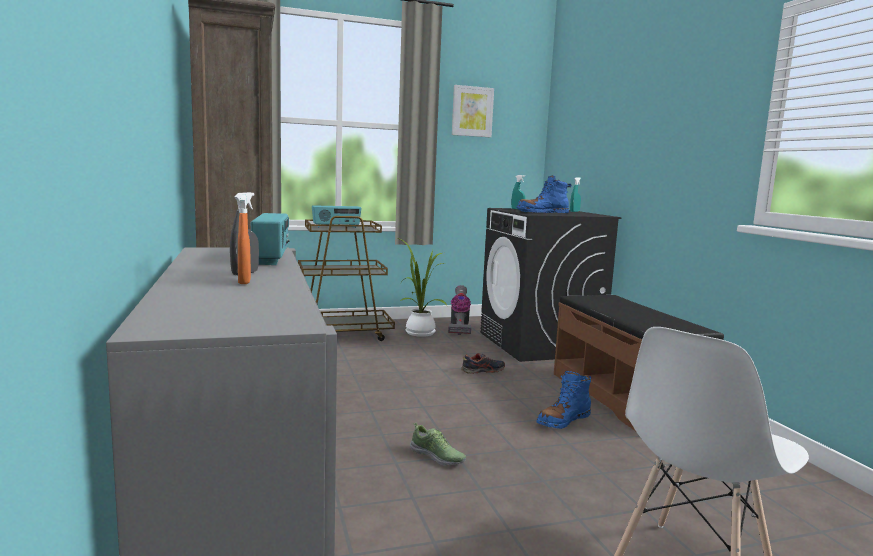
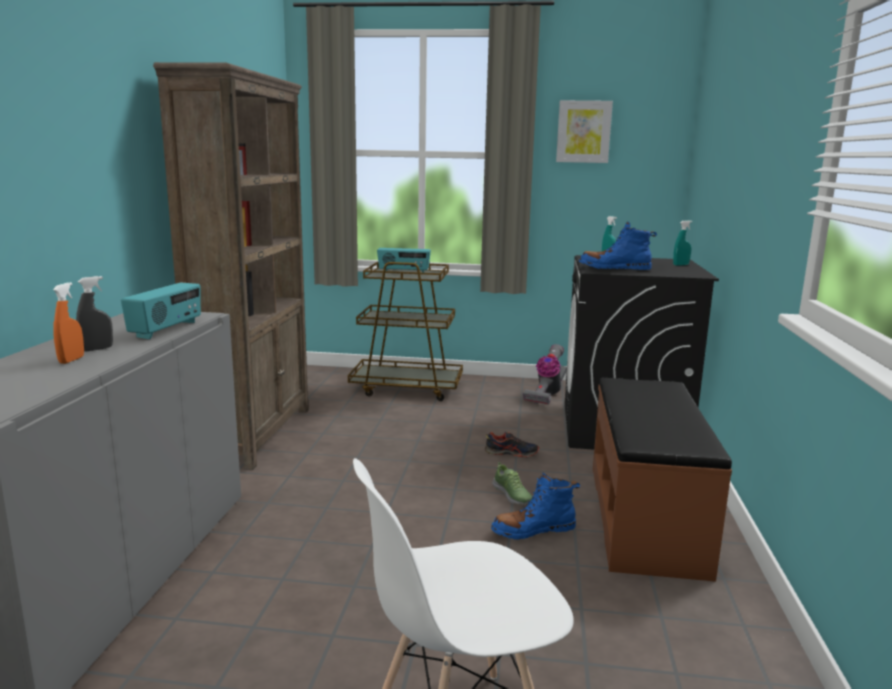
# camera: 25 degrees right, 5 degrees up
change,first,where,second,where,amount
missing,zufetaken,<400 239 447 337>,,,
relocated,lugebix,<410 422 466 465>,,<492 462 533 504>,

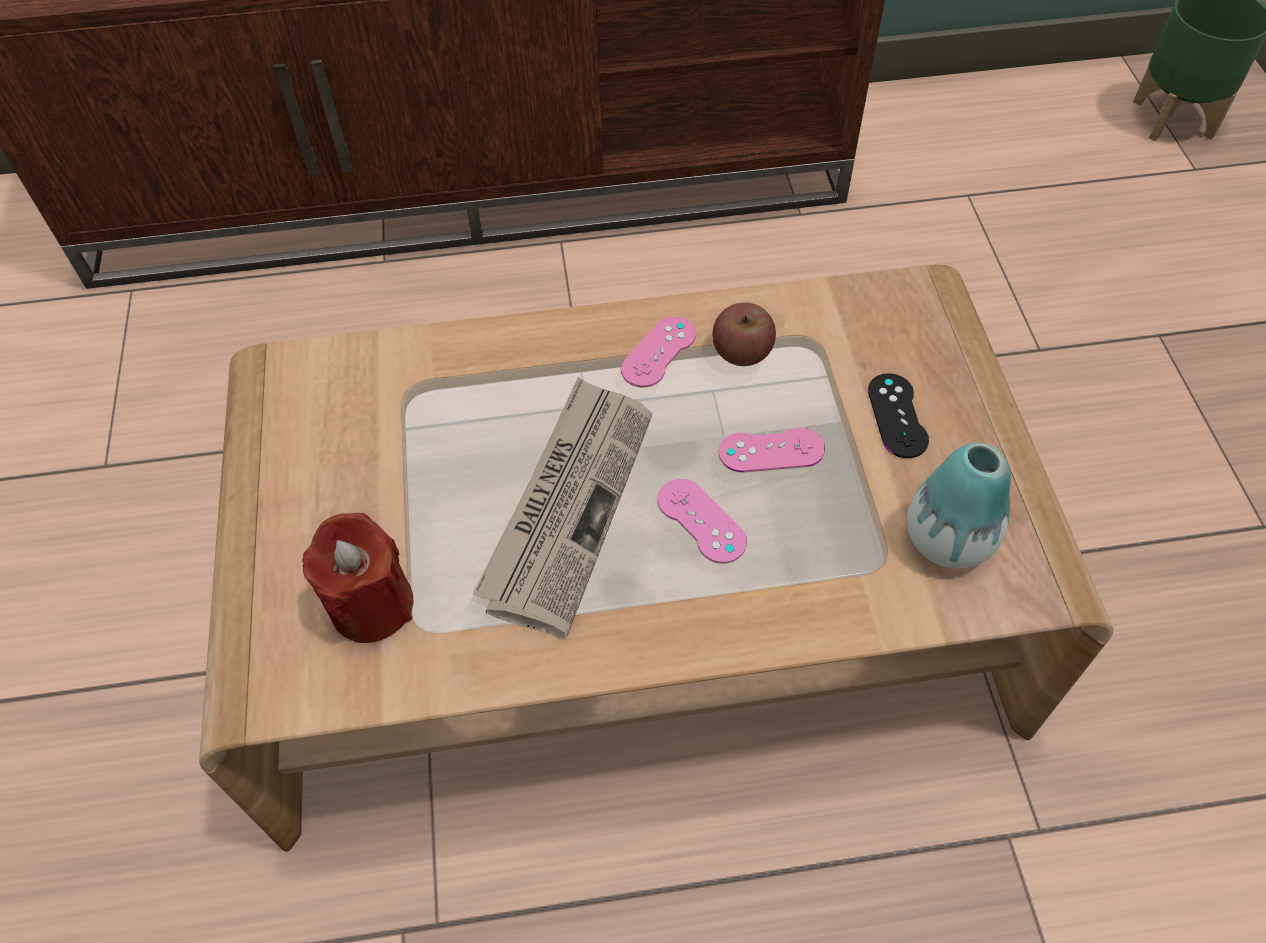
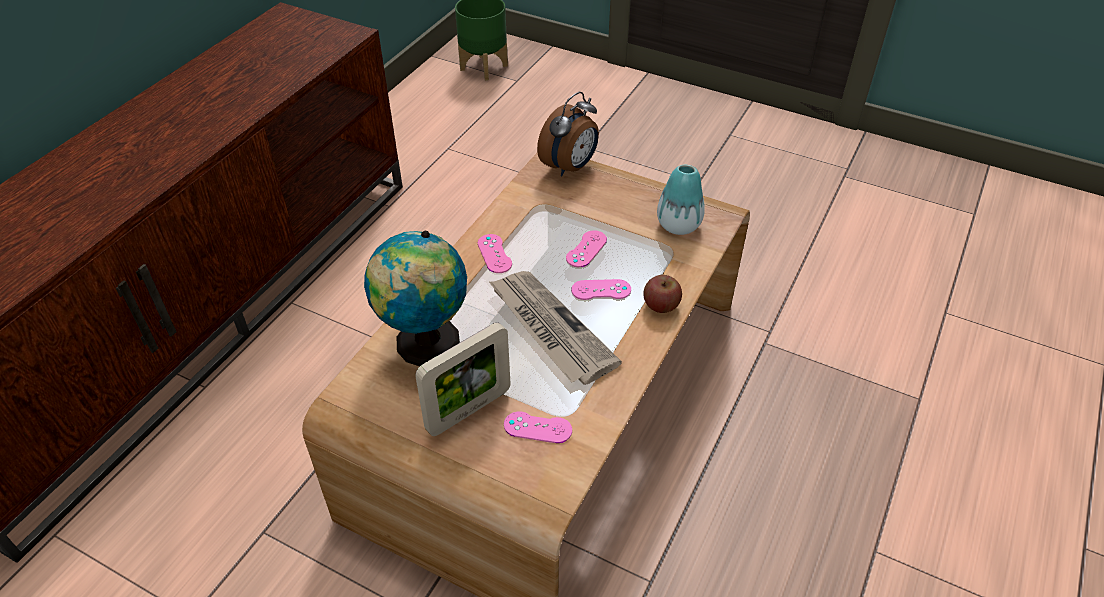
# camera: 55 degrees left, 10 degrees down
change,first,where,second,where,amount
missing,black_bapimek,<868 373 929 458>,,,
appeared,,,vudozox,<364 231 467 366>,
appeared,,,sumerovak,<415 322 511 436>,
appeared,,,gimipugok,<537 92 599 176>,
relocated,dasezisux,<712 302 776 366>,,<643 275 682 313>,
exchanged,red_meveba,<302 513 413 643>,pink_bapimek,<504 412 572 443>,

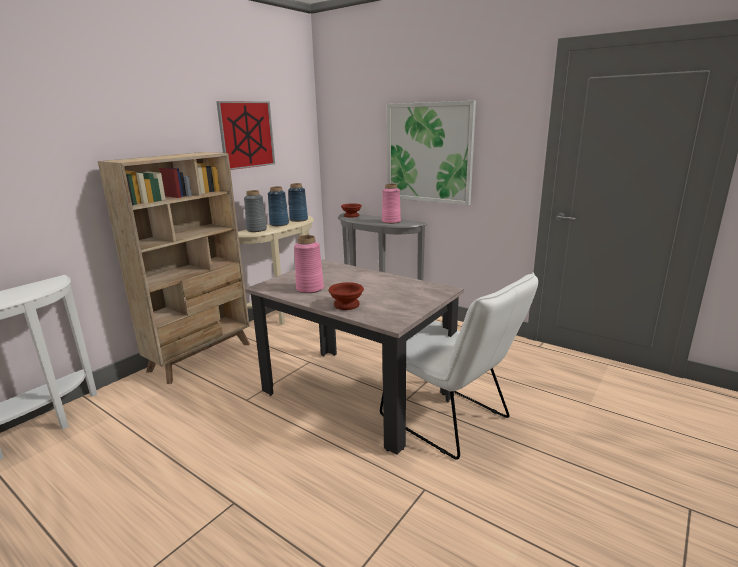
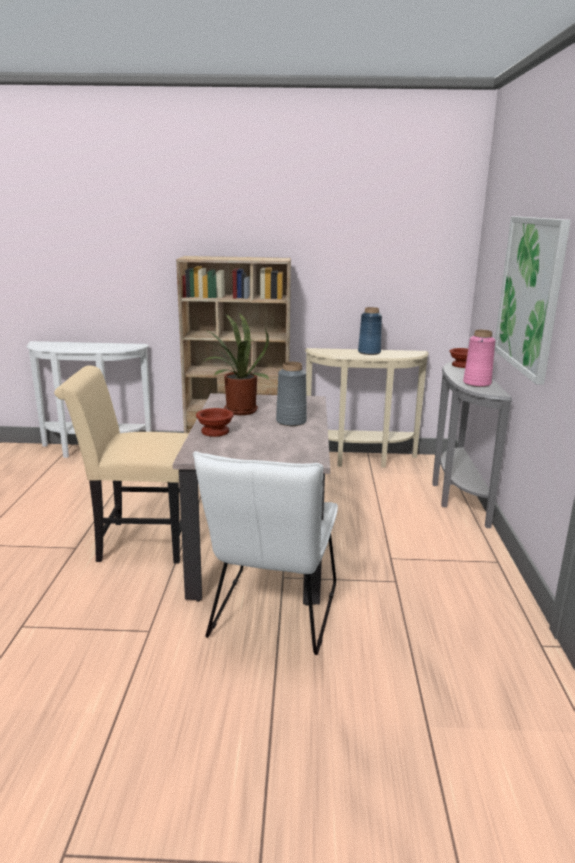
# camera: 55 degrees right, 0 degrees up
change,first,where,second,where,amount
missing,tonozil,<216 101 275 170>,,,
missing,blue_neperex,<288 183 308 222>,,,
appeared,,,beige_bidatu,<54 365 188 564>,
relocated,grey_neperex,<244 190 267 232>,,<276 362 307 426>,
exchanged,pink_neperex,<294 235 324 293>,zufetaken,<204 313 269 415>,

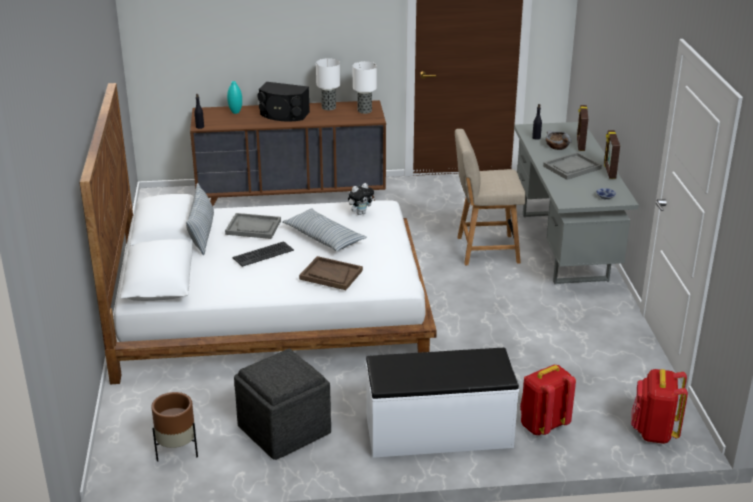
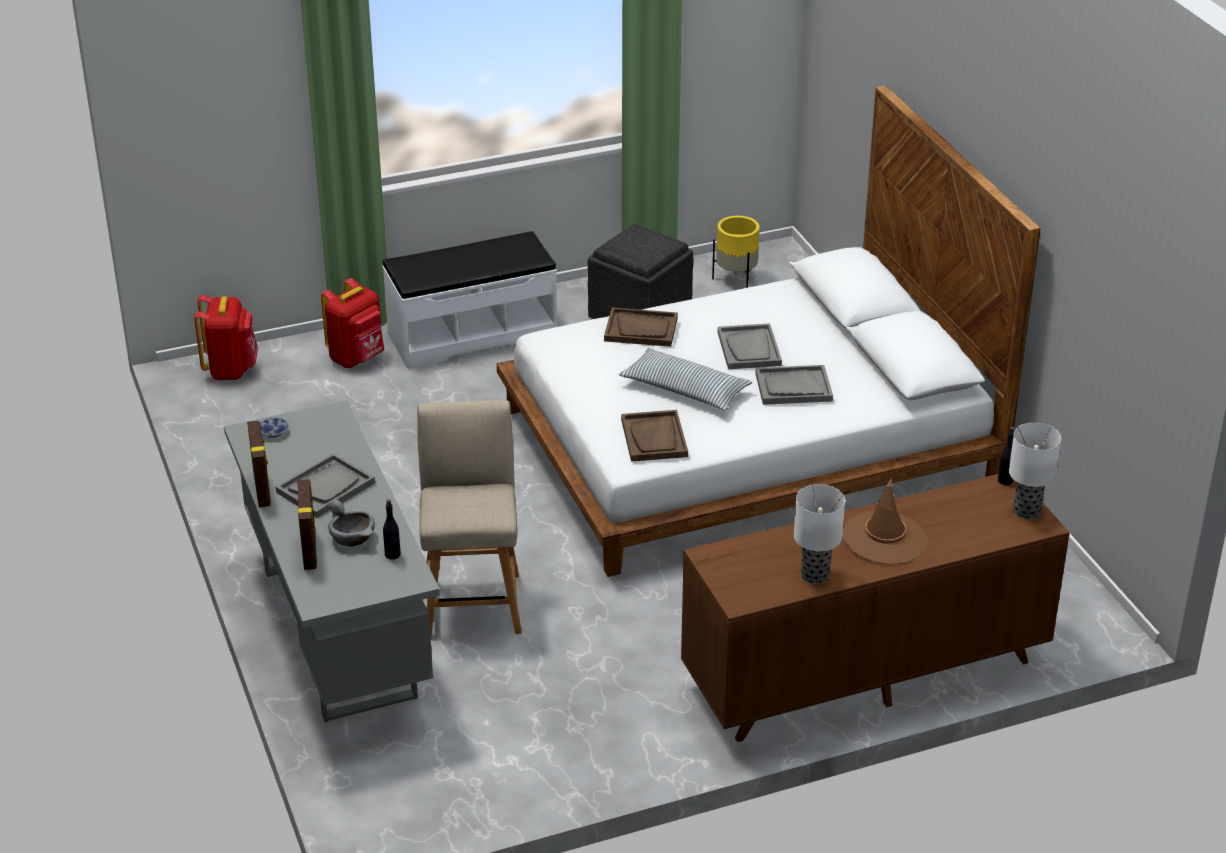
# camera: 165 degrees right, 5 degrees up
change,first,where,second,where,amount
missing,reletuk,<186 183 214 255>,,,
missing,turquoise_neperex,<227 81 242 114>,,,
relocated,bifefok,<353 61 377 114>,,<1009 423 1061 519>,
exchanged,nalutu,<233 241 294 267>,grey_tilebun,<718 323 782 369>,
exchanged,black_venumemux,<258 82 310 122>,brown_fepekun,<842 479 928 564>,
exchanged,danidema,<348 183 374 215>,brown_tilebun,<621 410 688 462>,
colour,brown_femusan,<151 392 198 462>,yellow_femusan,<712 216 760 288>,
spun,beige_bidatu,<455 129 525 265>,,<417 400 522 638>,75 degrees counterclockwise

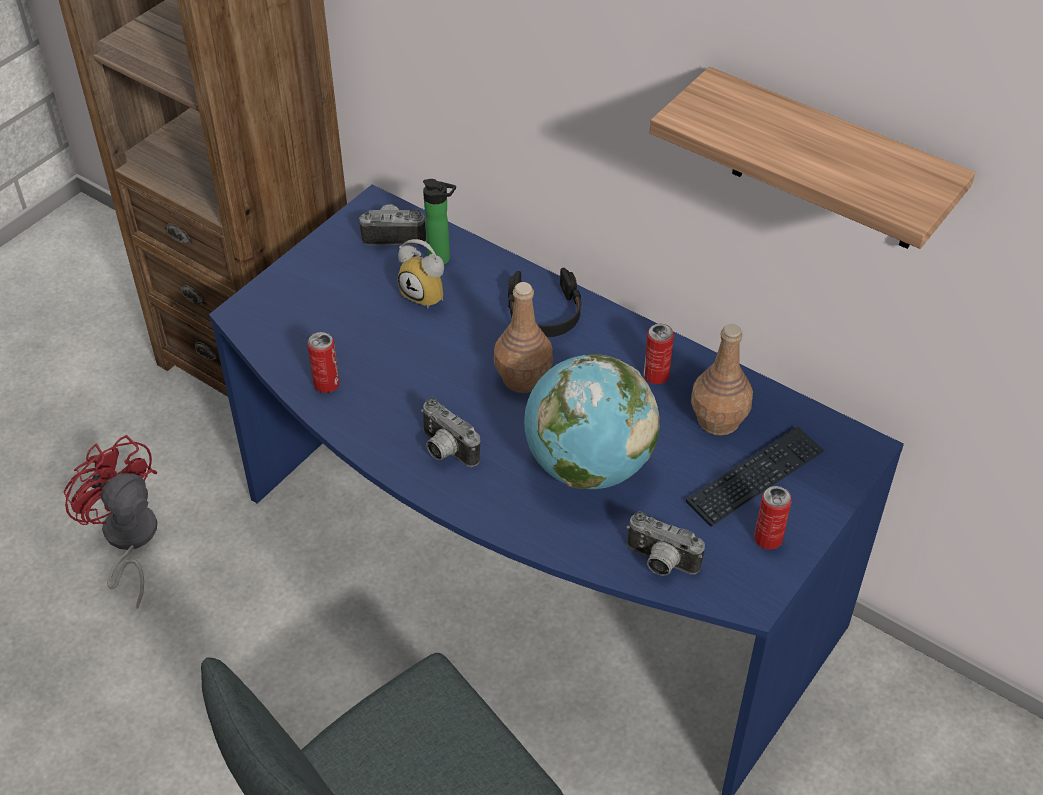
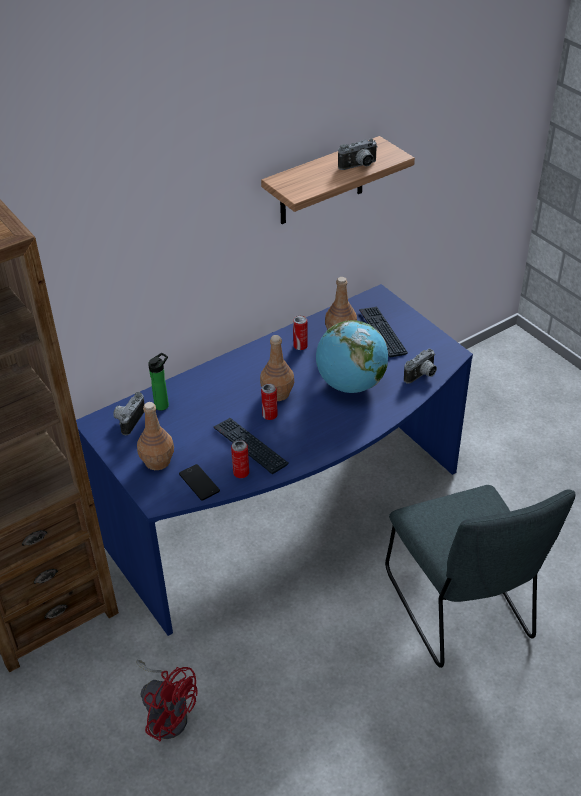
# camera: 70 degrees left, 5 degrees down
change,first,where,second,where,amount
missing,gimipugok,<398 239 444 309>,,,
missing,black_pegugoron,<508 268 581 338>,,,
appeared,,,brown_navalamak,<137 402 174 470>,
appeared,,,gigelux,<179 464 220 501>,
appeared,,,nalutu,<214 418 288 474>,
relocated,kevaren,<421 398 481 467>,,<338 138 378 170>,
relocated,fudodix,<754 486 792 549>,,<261 383 278 420>,
spun,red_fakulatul,<63 435 157 609>,,<136 660 198 741>,120 degrees counterclockwise

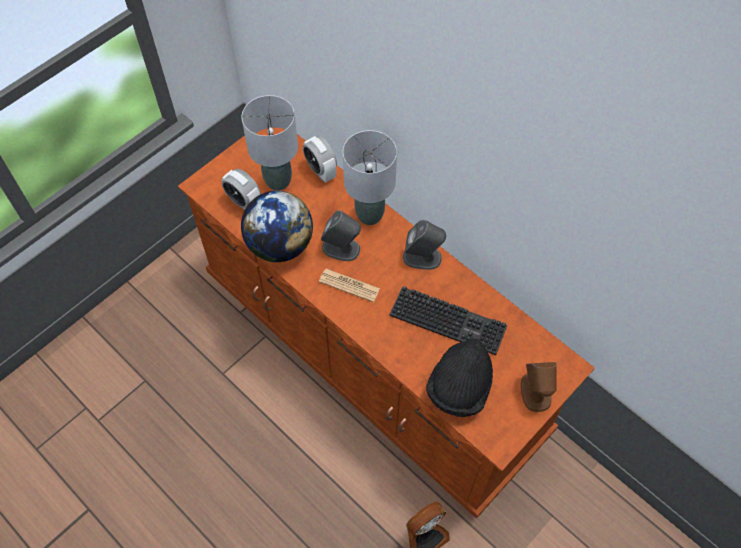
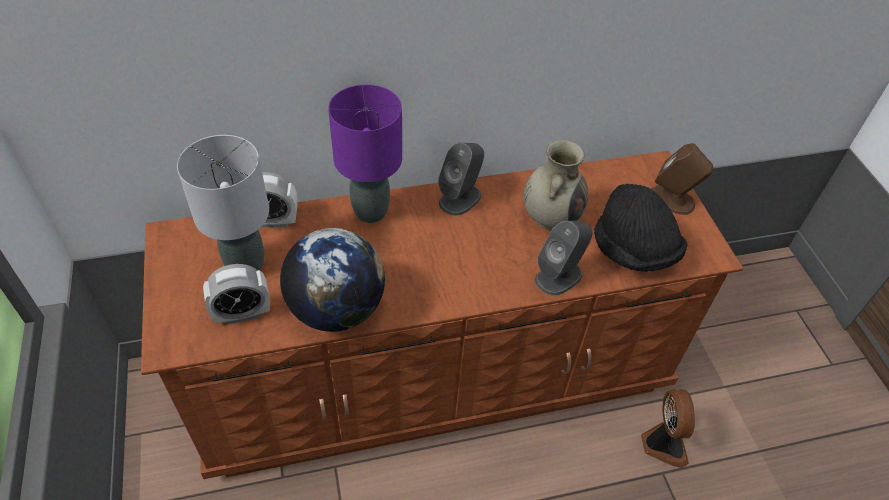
# camera: 60 degrees left, 10 degrees down
change,first,where,second,where,amount
missing,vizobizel,<319 269 380 302>,,,
relocated,grey_venumemux,<321 210 361 261>,,<535 221 593 296>,
exchanged,nalutu,<390 286 507 355>,beige_neperex,<523 140 588 230>,
colour,grey_bifefok,<343 130 397 225>,purple_bifefok,<328 84 402 223>,

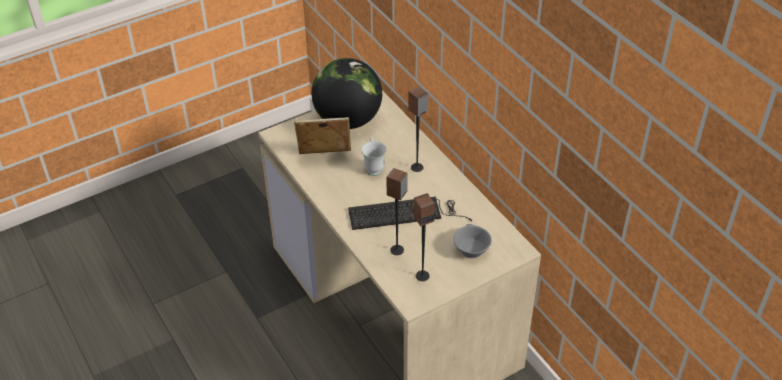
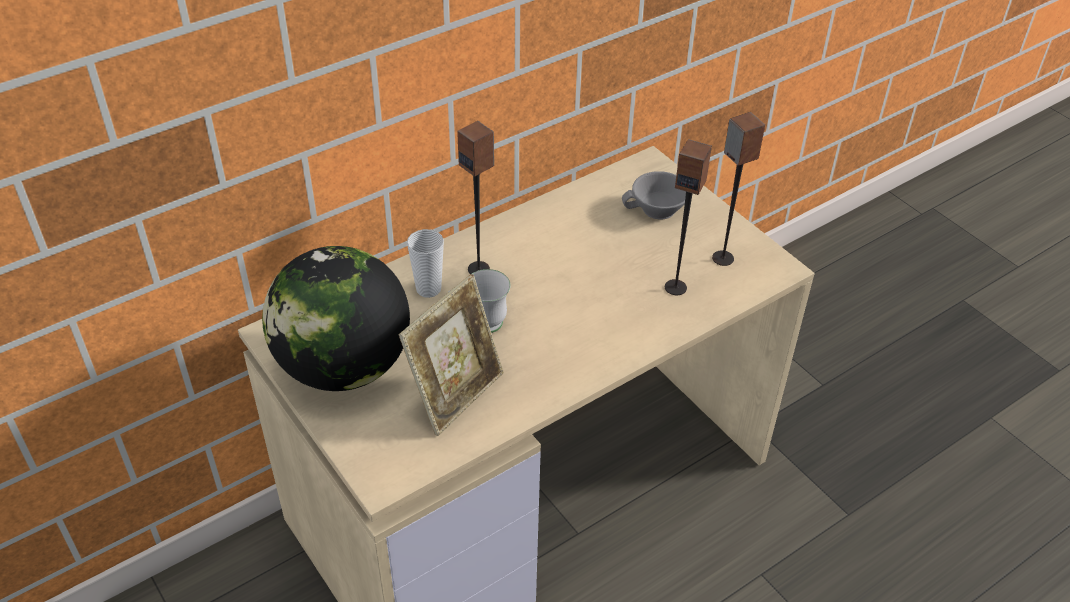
# camera: 95 degrees left, 0 degrees up
change,first,where,second,where,amount
missing,nalutu,<348 197 472 230>,,,
appeared,,,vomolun,<407 229 444 298>,
spun,sumerovak,<294 117 351 154>,,<399 274 504 436>,135 degrees counterclockwise

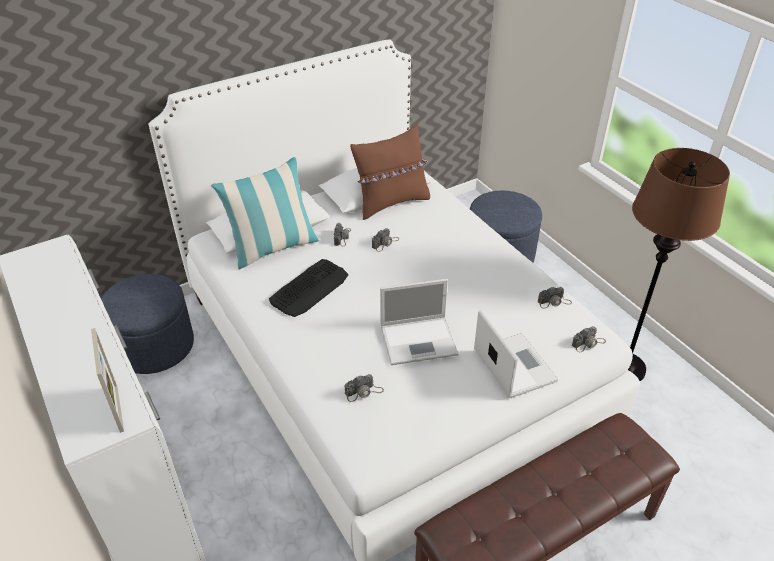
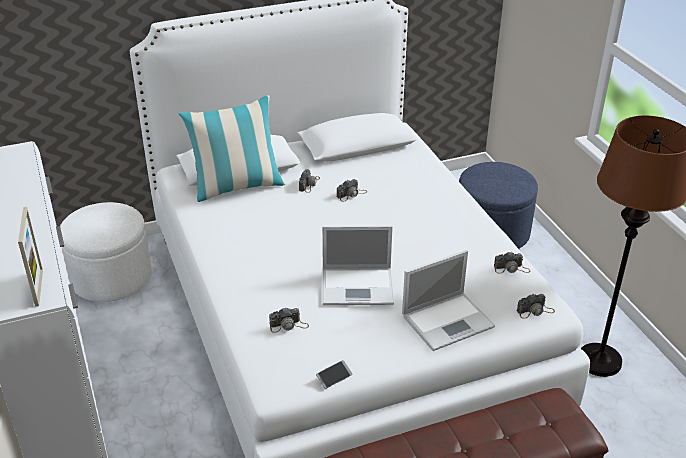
# camera: 10 degrees right, 5 degrees down
change,first,where,second,where,amount
missing,nalutu,<269 259 348 317>,,,
missing,brown_reletuk,<350 126 430 220>,,,
appeared,,,gigelux,<316 360 352 389>,
colour,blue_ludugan,<101 274 194 374>,white_ludugan,<60 202 152 302>,
spun,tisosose,<474 310 559 398>,,<402 250 495 351>,75 degrees clockwise

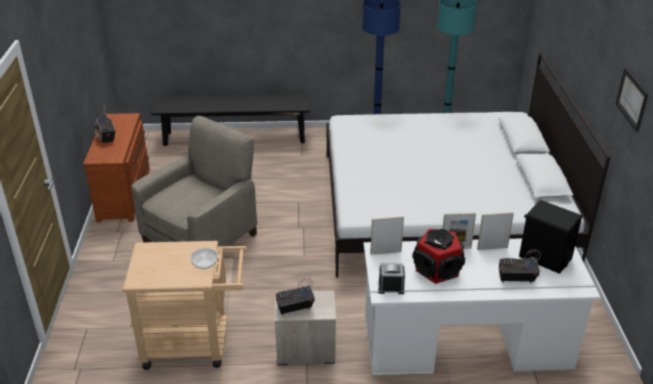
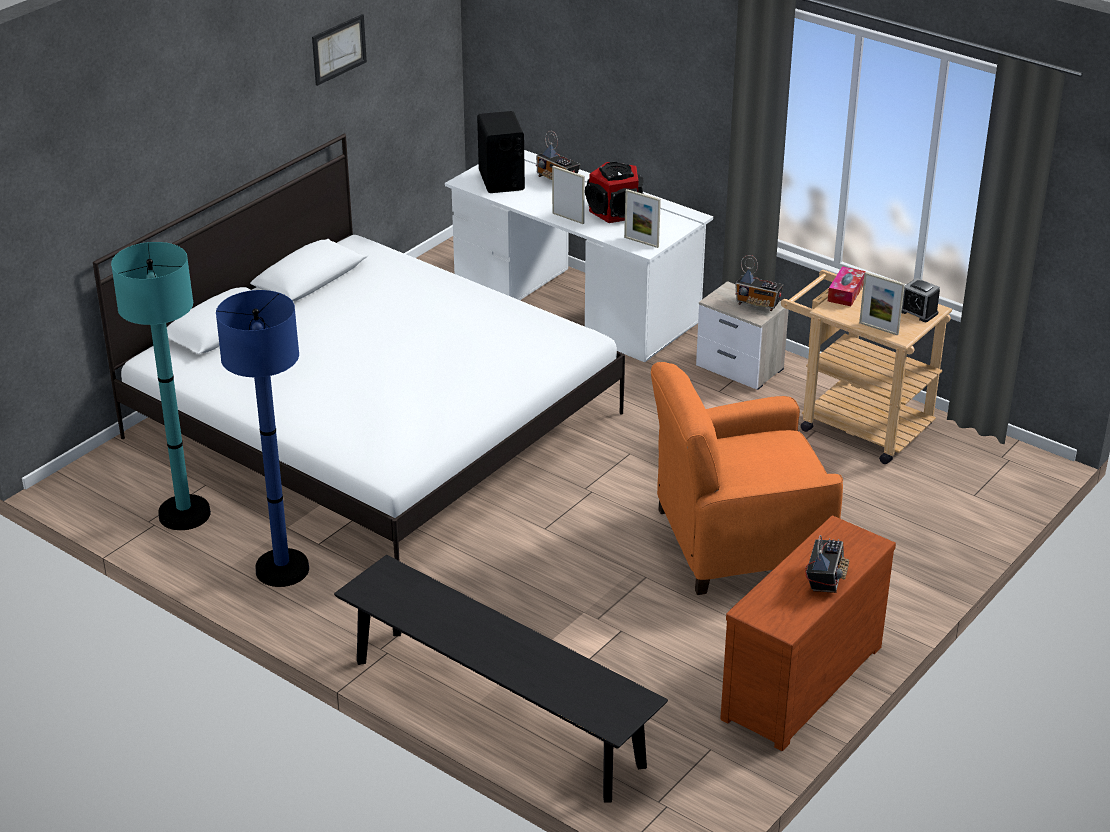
# camera: 140 degrees left, 0 degrees up
change,first,where,second,where,amount
relocated,gimipugok,<378 263 405 294>,,<901 278 940 322>,
relocated,sumerovak,<477 212 514 250>,,<859 272 905 336>,
exchanged,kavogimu,<190 248 218 269>,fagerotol,<828 266 866 306>,
colour,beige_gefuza,<131 116 257 247>,orange_gefuza,<651 362 843 595>,

